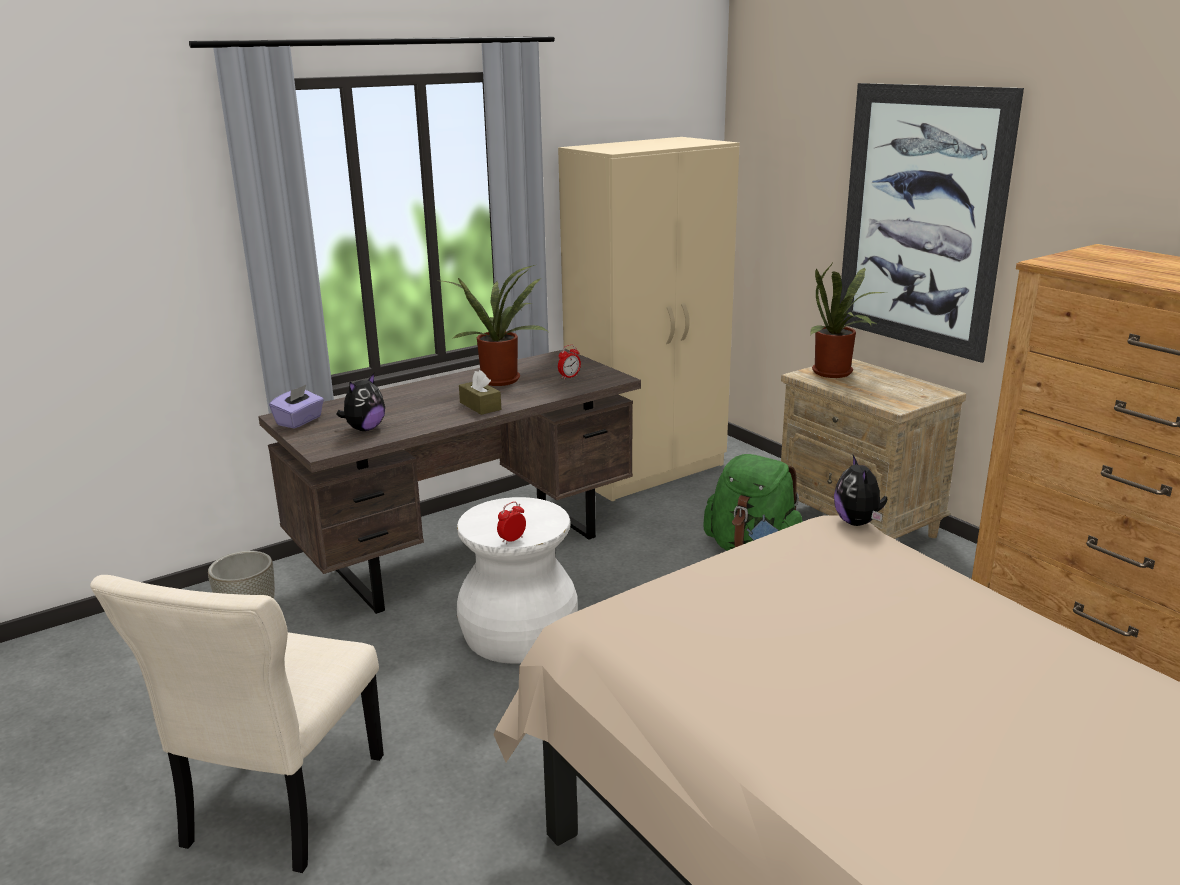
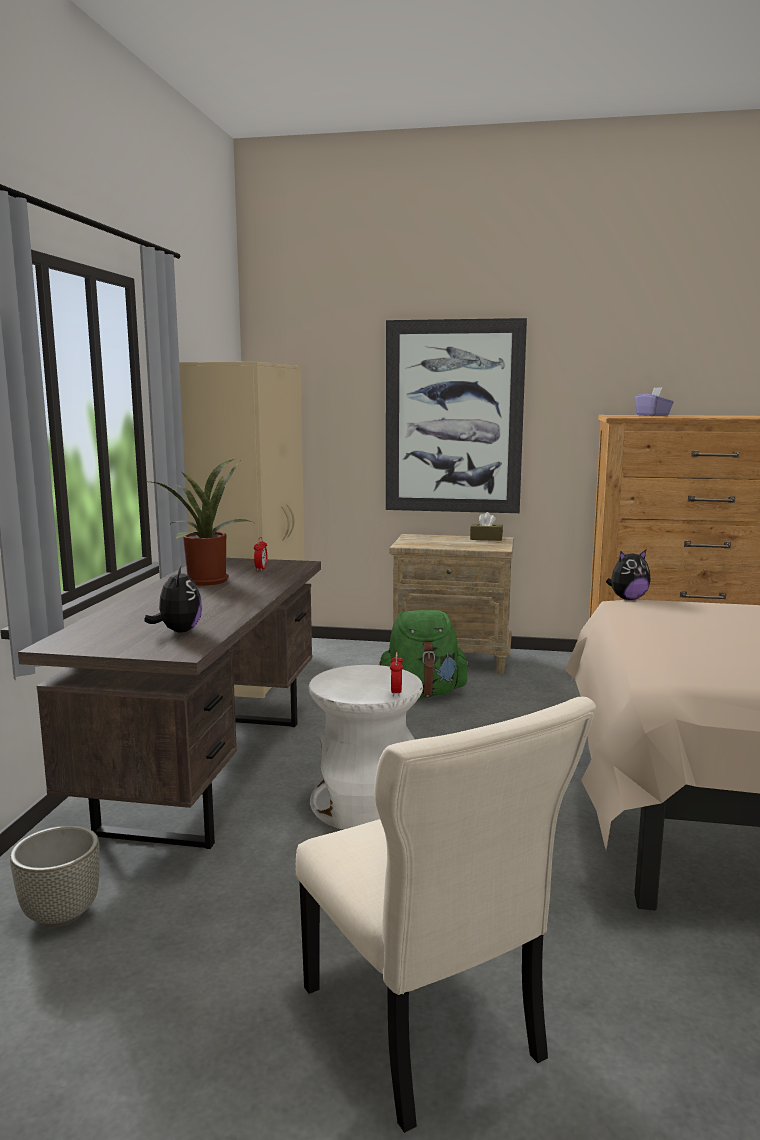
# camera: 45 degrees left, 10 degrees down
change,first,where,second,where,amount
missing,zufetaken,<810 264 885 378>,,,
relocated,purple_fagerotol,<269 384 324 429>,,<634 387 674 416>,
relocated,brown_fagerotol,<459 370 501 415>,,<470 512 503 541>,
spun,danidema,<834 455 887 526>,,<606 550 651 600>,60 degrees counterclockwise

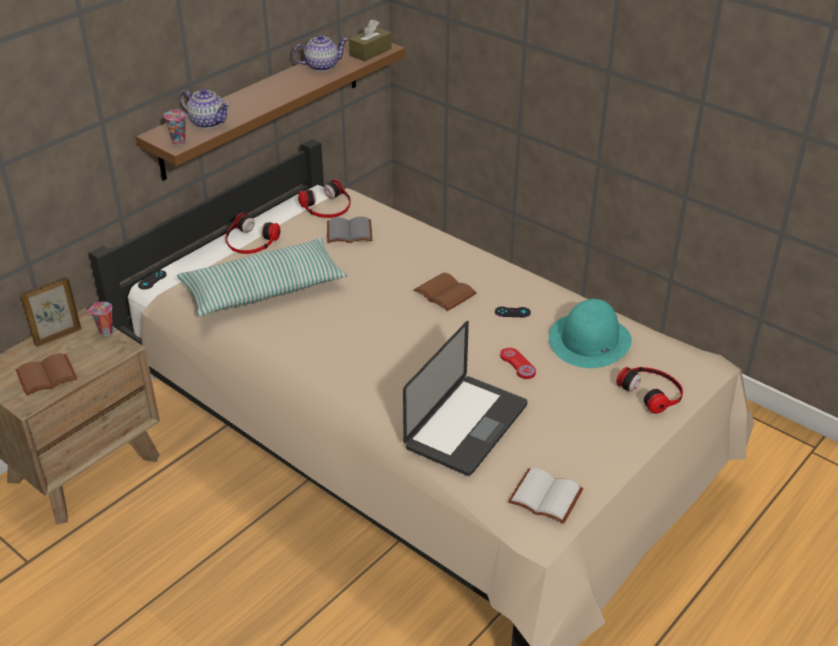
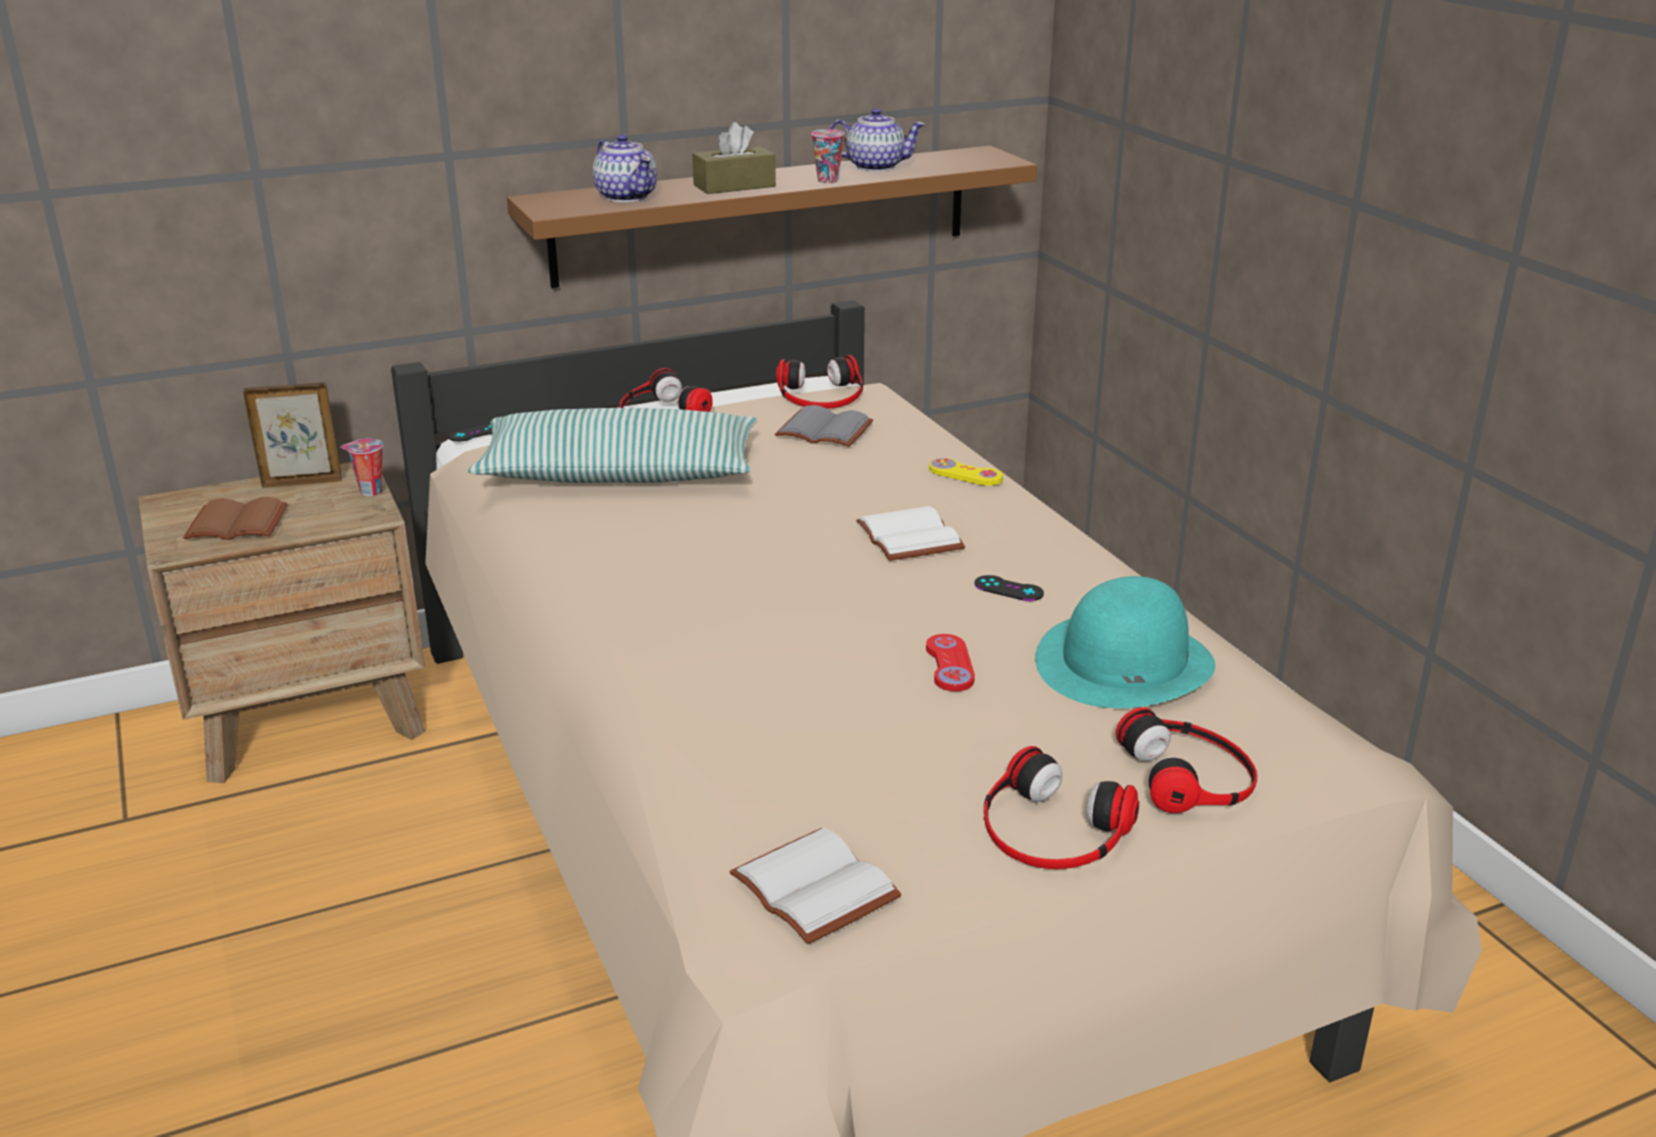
# camera: 25 degrees right, 10 degrees down
change,first,where,second,where,amount
missing,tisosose,<403 321 528 476>,,,
appeared,,,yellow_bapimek,<929 458 1003 486>,
appeared,,,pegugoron,<984 746 1139 869>,
relocated,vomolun,<164 110 186 145>,,<811 129 845 183>,
relocated,brown_fagerotol,<349 20 392 61>,,<692 122 776 194>,
colour,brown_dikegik,<414 272 477 311>,white_dikegik,<856 506 965 561>,

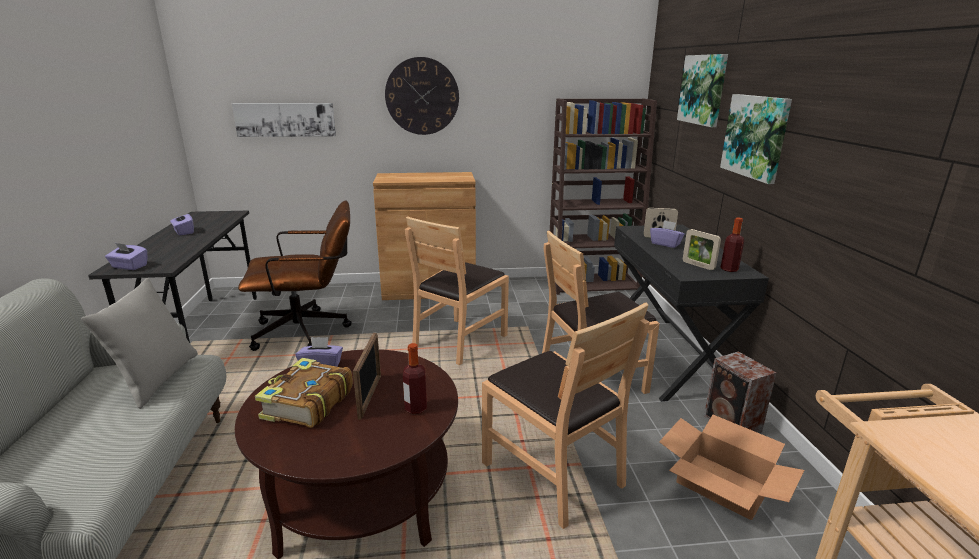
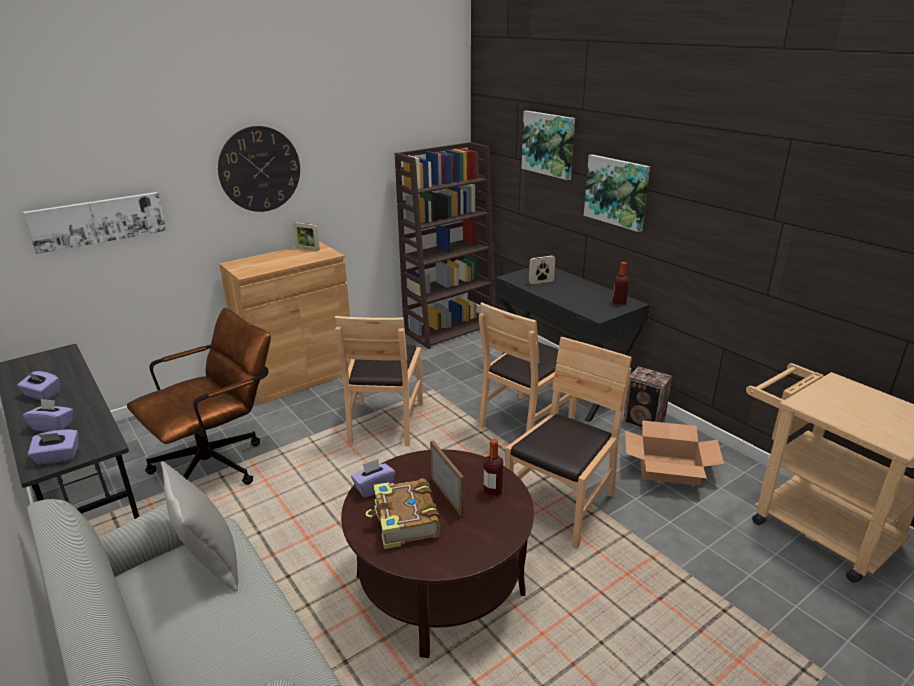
# camera: 30 degrees left, 5 degrees up
change,first,where,second,where,amount
relocated,purple_fagerotol,<650 220 685 248>,,<23 399 73 432>,
relocated,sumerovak,<683 229 721 270>,,<293 222 320 251>,
spun,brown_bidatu,<482 303 650 529>,,<505 337 632 549>,75 degrees counterclockwise

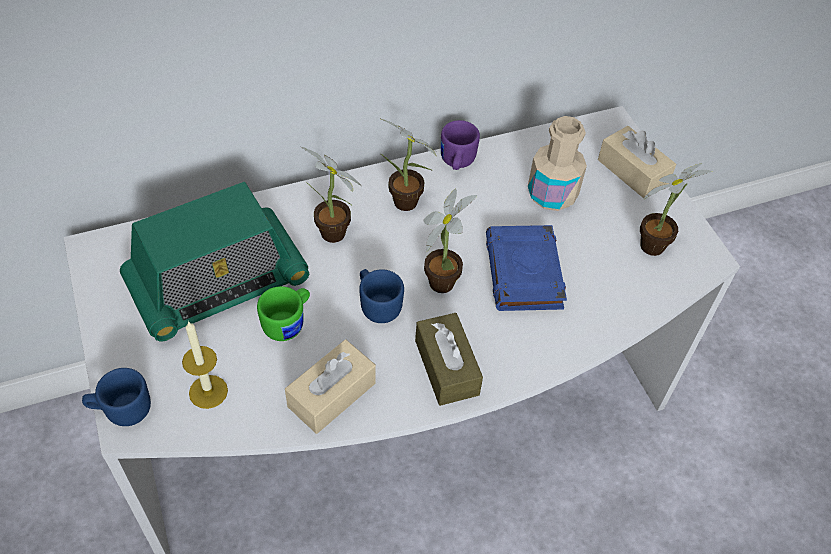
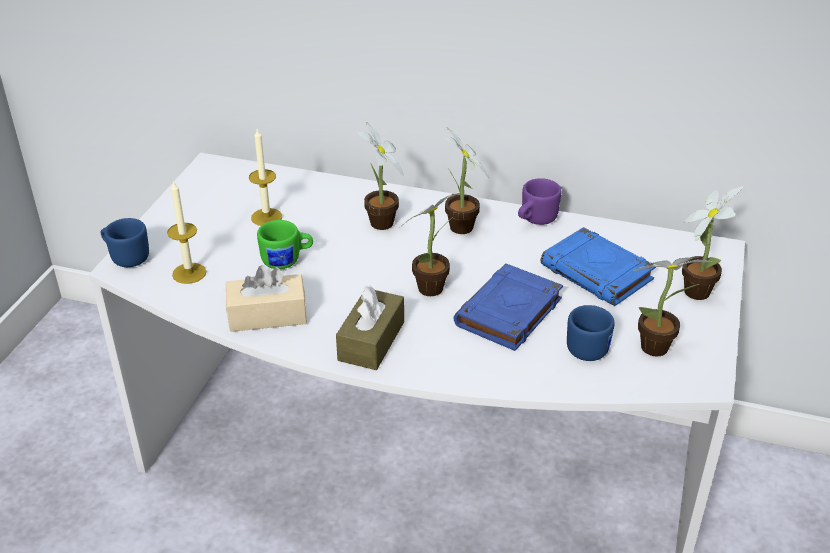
# camera: 40 degrees right, 15 degrees down
change,first,where,second,where,amount
relocated,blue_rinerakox,<359 269 404 323>,,<567 305 614 361>,
exchanged,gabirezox,<120 182 309 341>,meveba,<249 129 282 226>,
exchanged,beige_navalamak,<528 116 587 211>,blue_dikegik,<541 227 656 306>,
exchanged,beige_fagerotol,<598 126 676 198>,zufetaken,<682 186 744 300>,

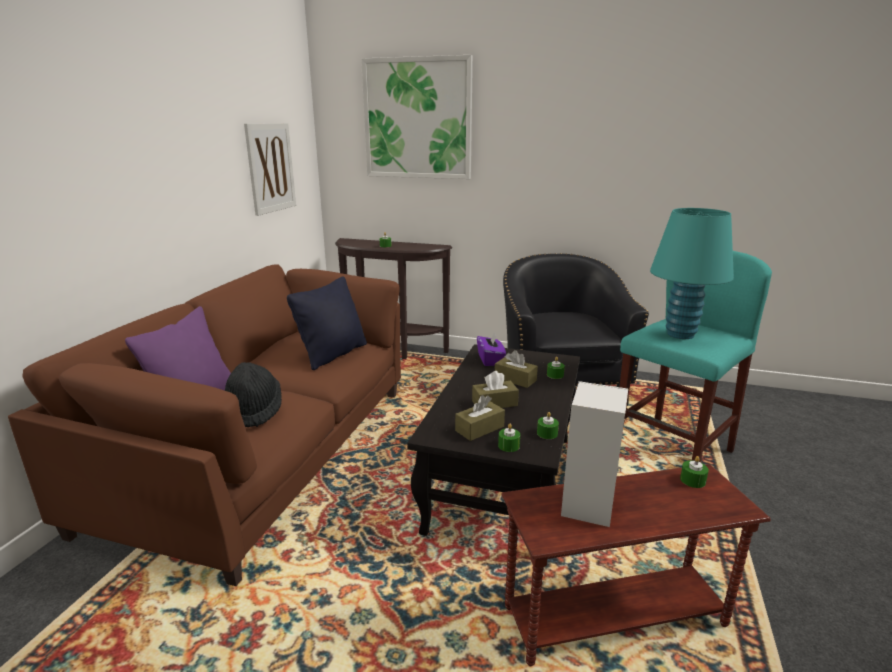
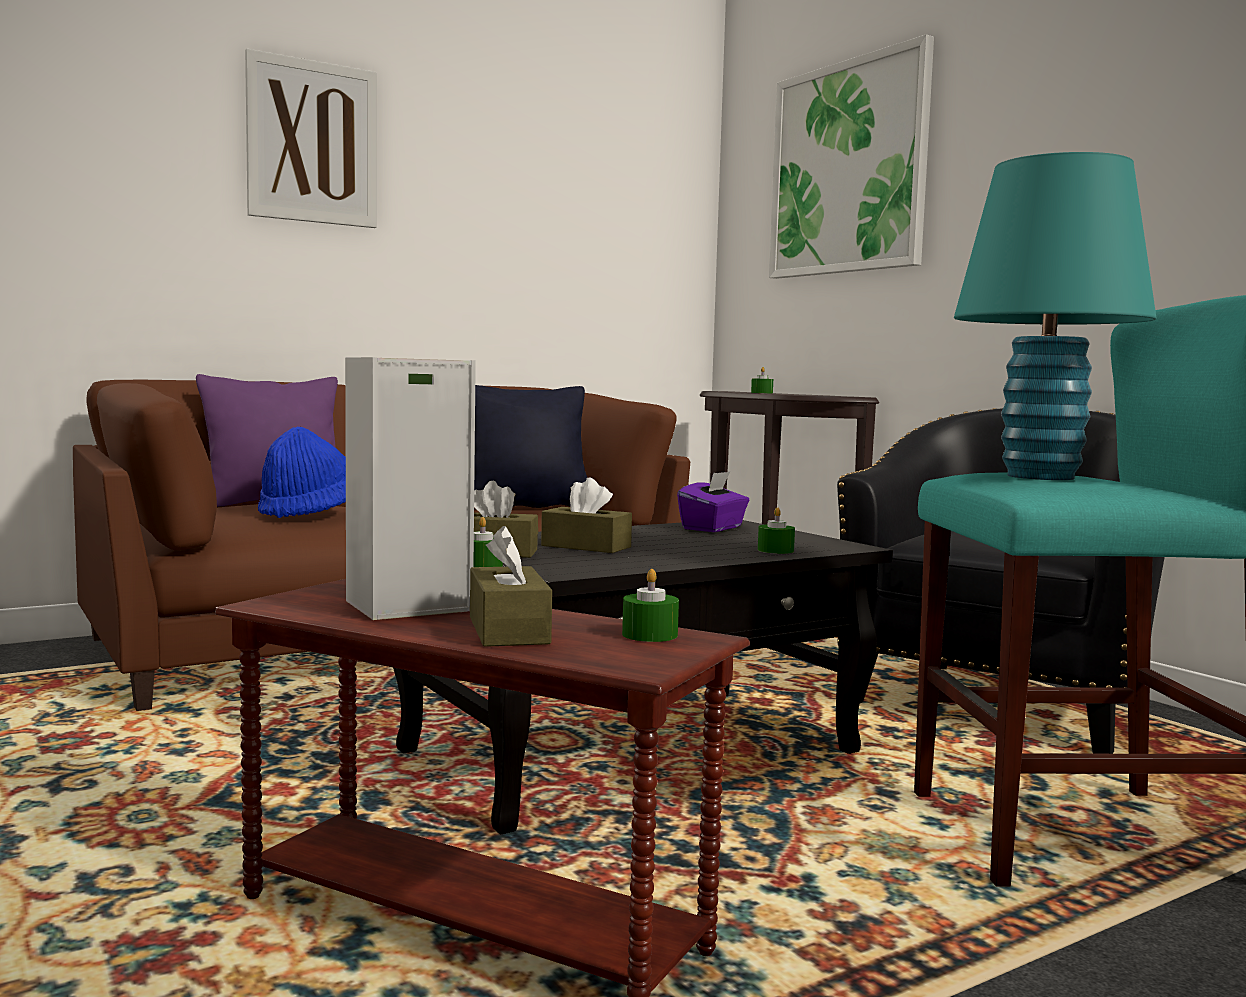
# camera: 40 degrees right, 15 degrees down
change,first,where,second,where,amount
missing,green_meveba,<537 412 559 439>,,,
relocated,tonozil,<244 123 296 216>,,<245 49 377 228>,
relocated,brown_fagerotol,<495 350 538 388>,,<470 526 552 647>,
colour,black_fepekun,<225 362 282 427>,blue_fepekun,<258 427 346 518>,

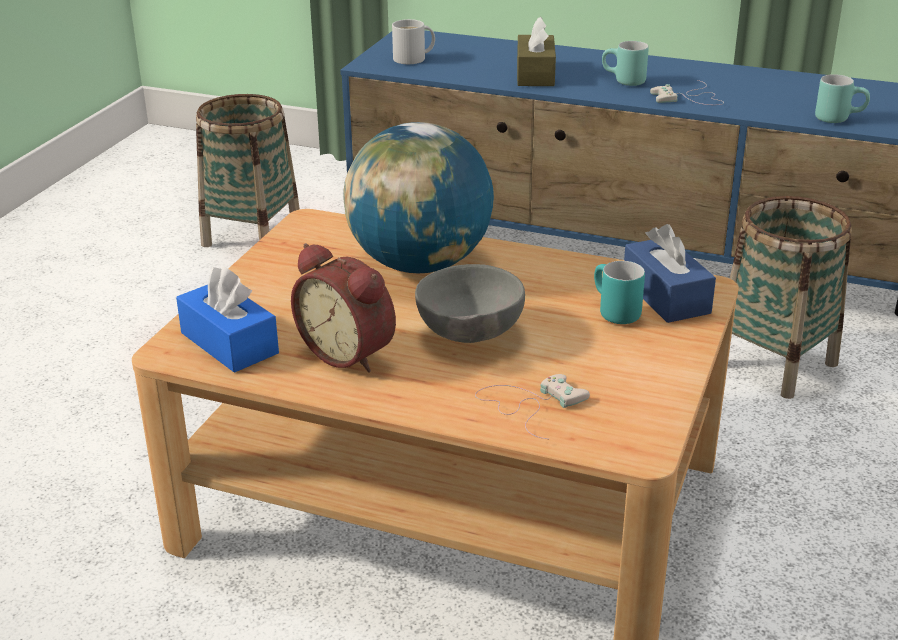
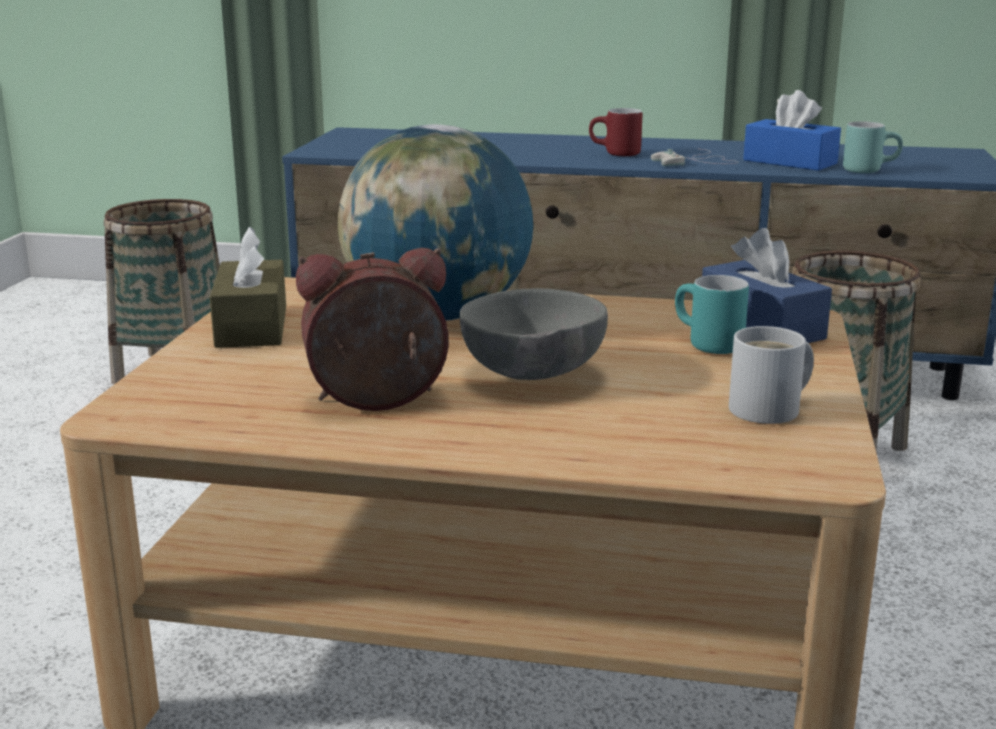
# camera: 10 degrees left, 10 degrees down
change,first,where,second,where,amount
missing,white_bapimek,<475 374 590 439>,,,
relocated,blue_fagerotol,<176 267 279 373>,,<743 90 841 171>,
relocated,white_rinerakox,<392 19 435 64>,,<729 326 814 424>,
relocated,brown_fagerotol,<517 17 556 86>,,<210 227 286 348>,
colour,turquoise_rinerakox,<602 41 649 86>,red_rinerakox,<589 108 642 156>,
spun,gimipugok,<291 243 396 372>,,<296 248 449 411>,135 degrees clockwise

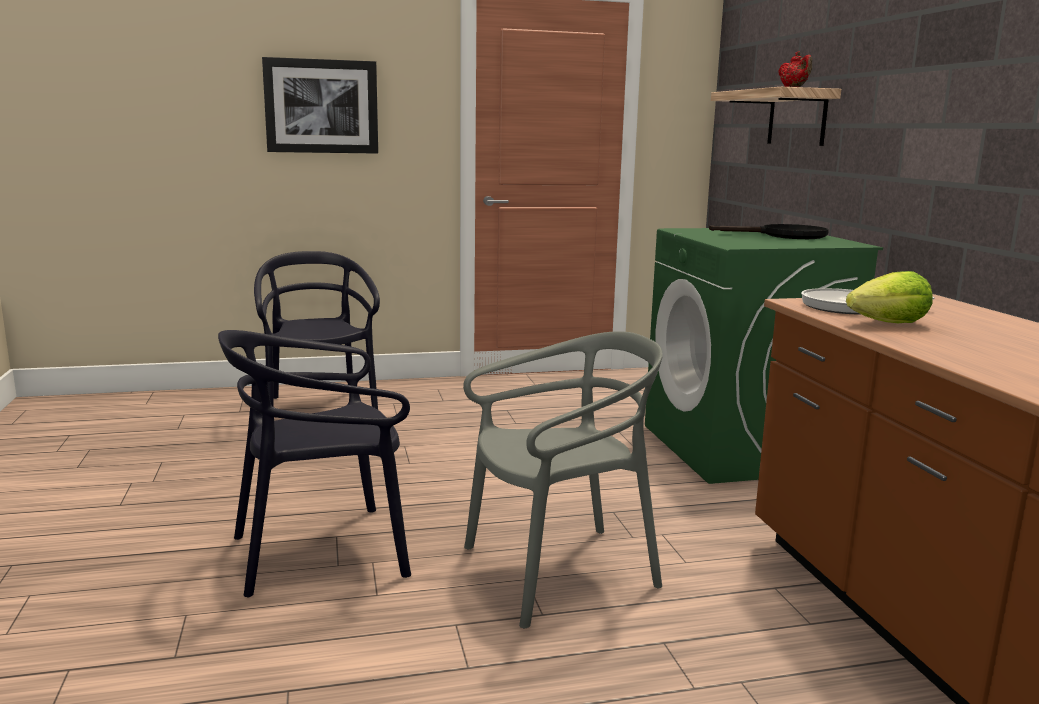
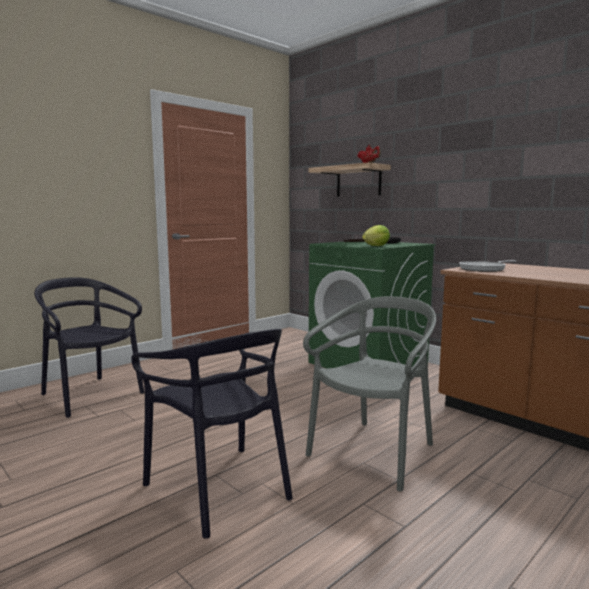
# camera: 30 degrees left, 5 degrees down
change,first,where,second,where,amount
missing,tonozil,<262 57 378 154>,,,
relocated,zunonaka,<846 271 933 323>,,<362 225 390 246>,
spun,black_bidatu,<218 330 411 597>,,<131 329 293 539>,75 degrees counterclockwise

